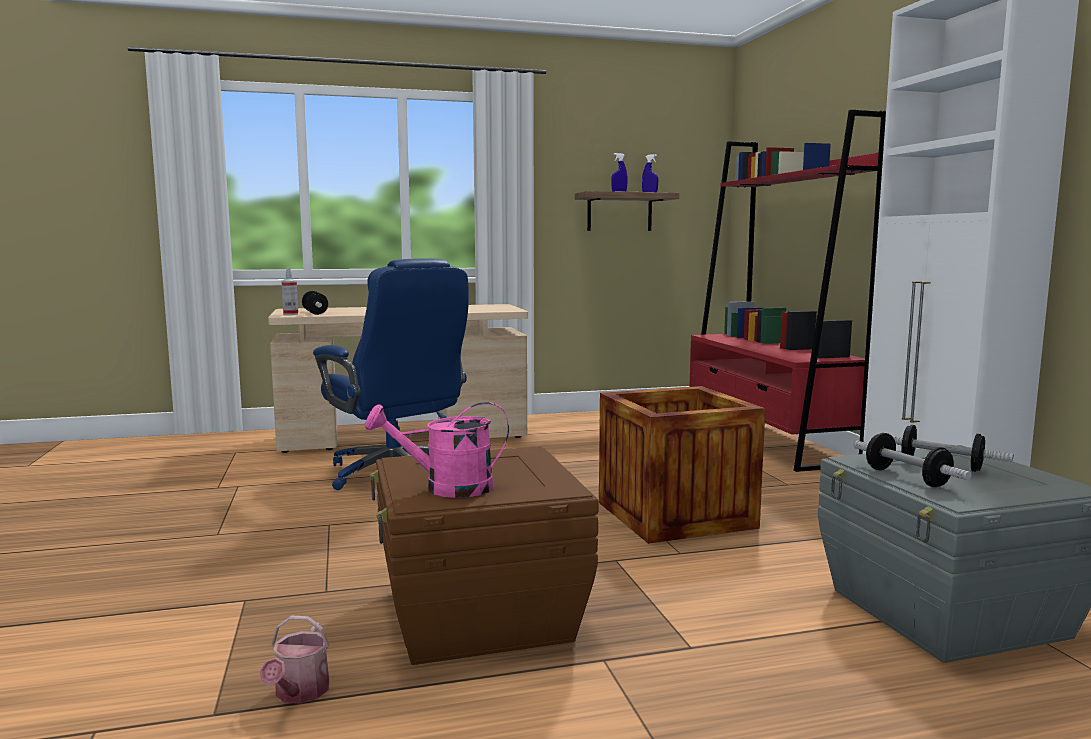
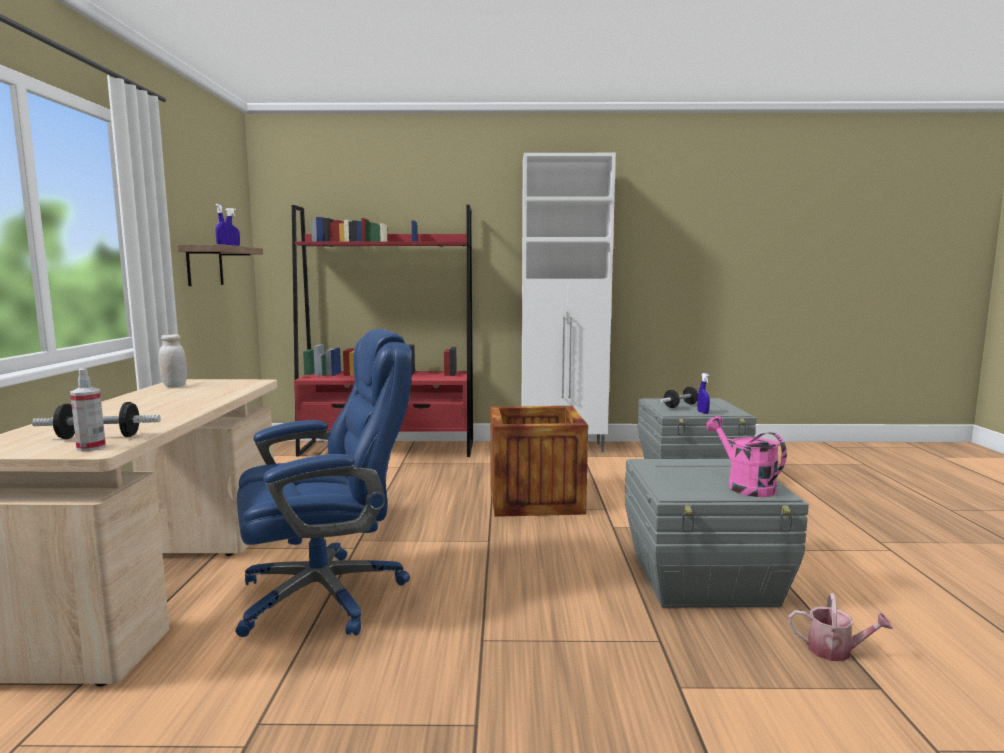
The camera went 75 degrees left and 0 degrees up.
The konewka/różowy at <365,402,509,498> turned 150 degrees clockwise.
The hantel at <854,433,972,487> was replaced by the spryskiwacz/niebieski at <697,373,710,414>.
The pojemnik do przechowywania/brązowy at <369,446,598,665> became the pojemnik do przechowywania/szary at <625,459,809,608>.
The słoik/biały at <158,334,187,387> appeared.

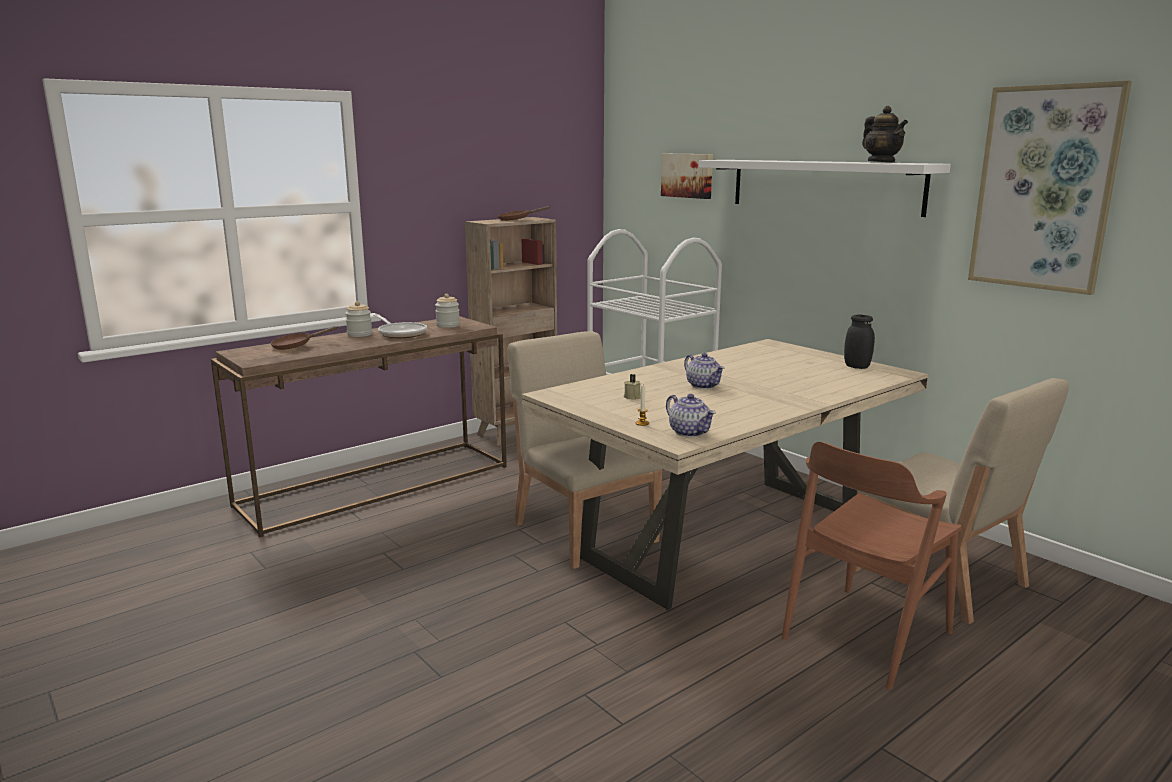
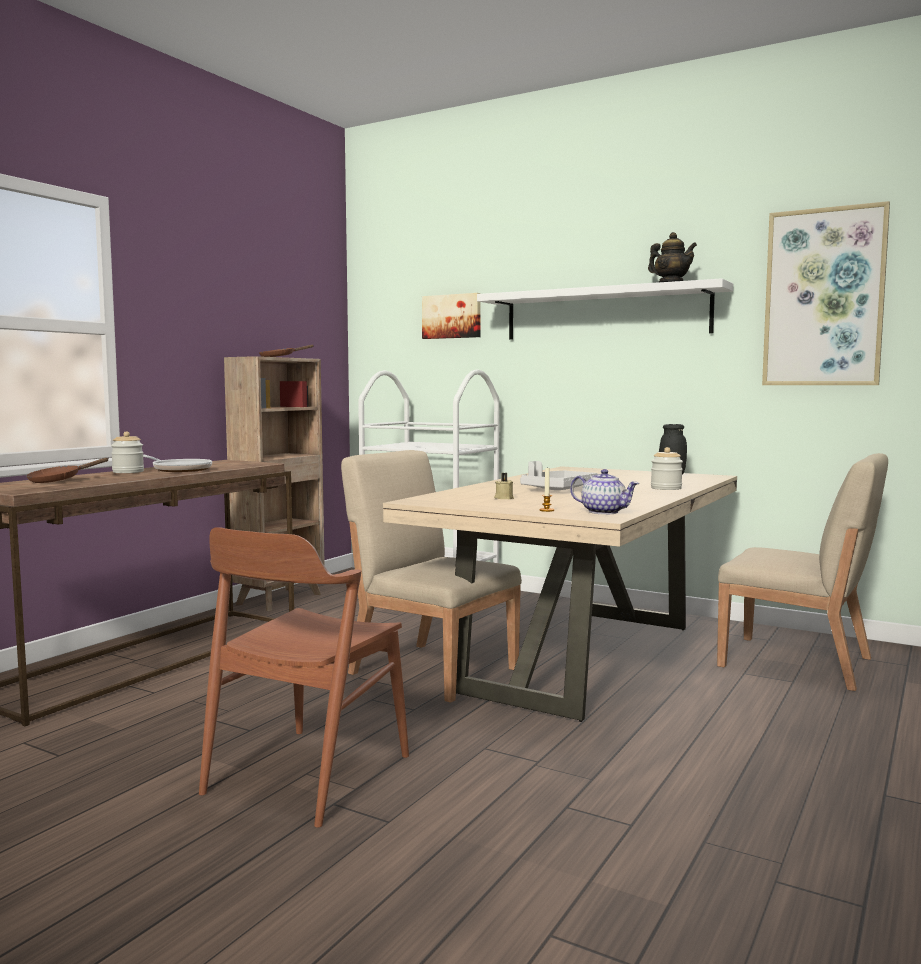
The camera went 20 degrees left and 10 degrees down.
The słoik moved from <435,294,460,328> to <651,447,683,490>.
The imbryk at <684,353,725,389> was replaced by the taca/szary at <520,461,597,490>.
The krzesło/brązowy moved from <782,442,962,690> to <199,527,409,827>.

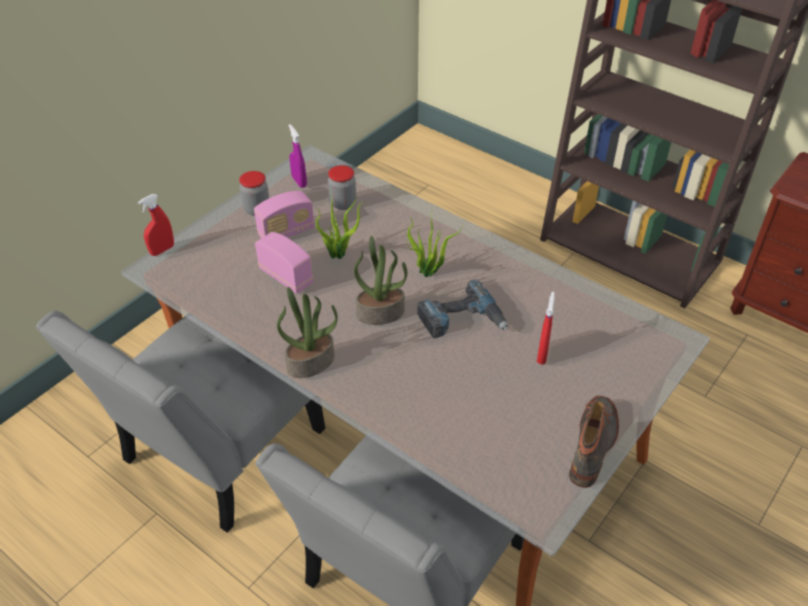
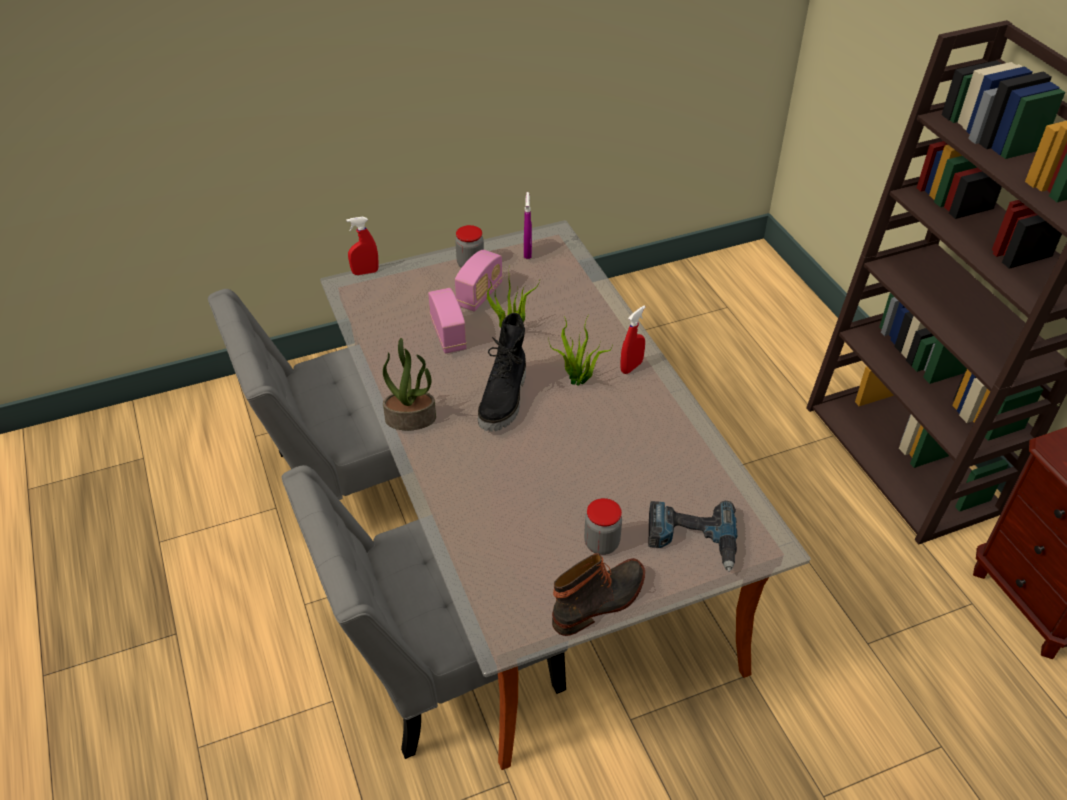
The camera went 30 degrees right and 0 degrees up.
The słoik moved from <328,165,356,210> to <584,498,622,555>.
The radio at <254,191,314,238> turned 60 degrees counterclockwise.
The roślina doniczkowa at <354,236,407,325> was replaced by the but z cholewką/czarny at <478,313,526,431>.
The wiertarka moved from <417,279,508,339> to <649,501,737,572>.
The spryskiwacz/czerwony moved from <537,292,555,364> to <620,306,645,374>.

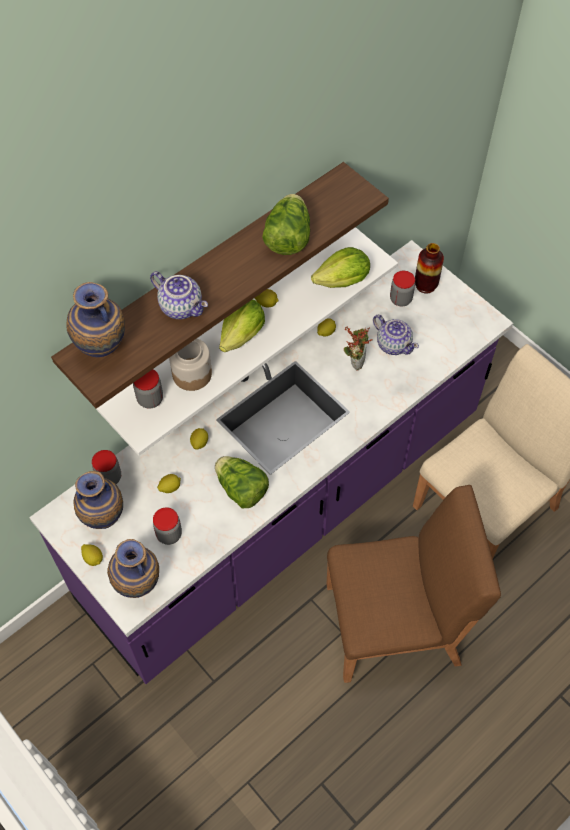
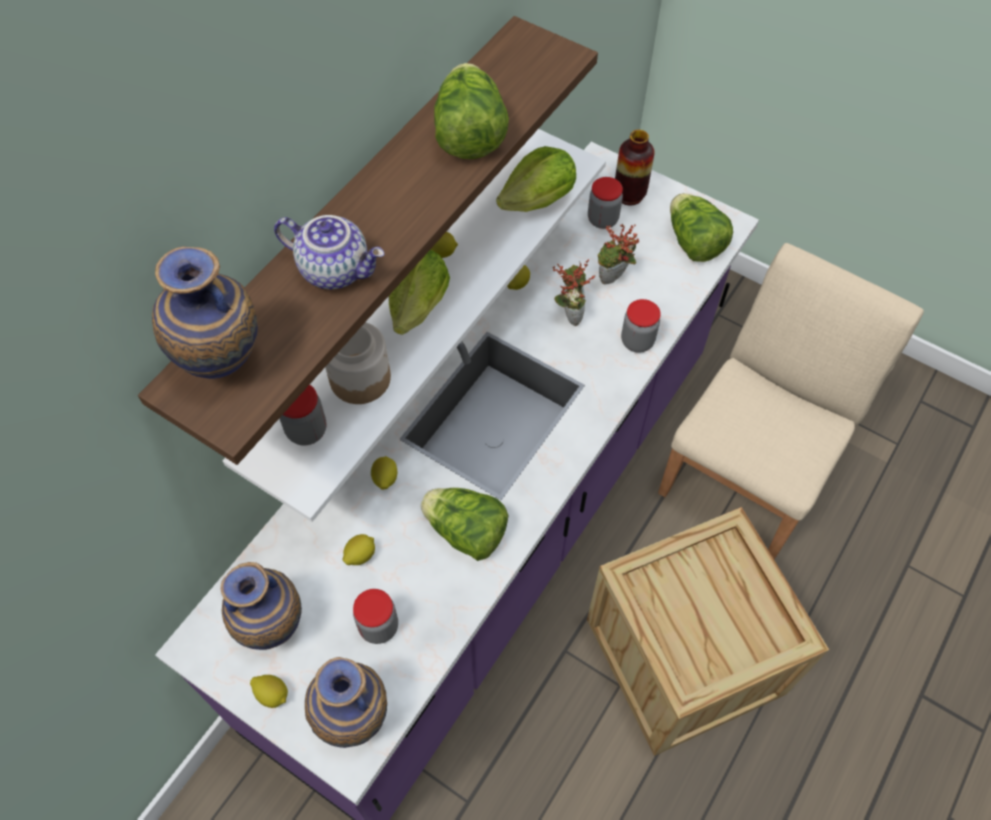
The camera went 15 degrees left and 0 degrees up.
The imbryk at <373,315,419,355> was replaced by the roślina doniczkowa at <598,224,639,285>.
The słoik moved from <92,450,121,484> to <621,299,661,353>.
The krzesło/brązowy at <326,485,501,683> was replaced by the skrzynka at <587,507,829,756>.
The sałata at <670,193,733,262> appeared.

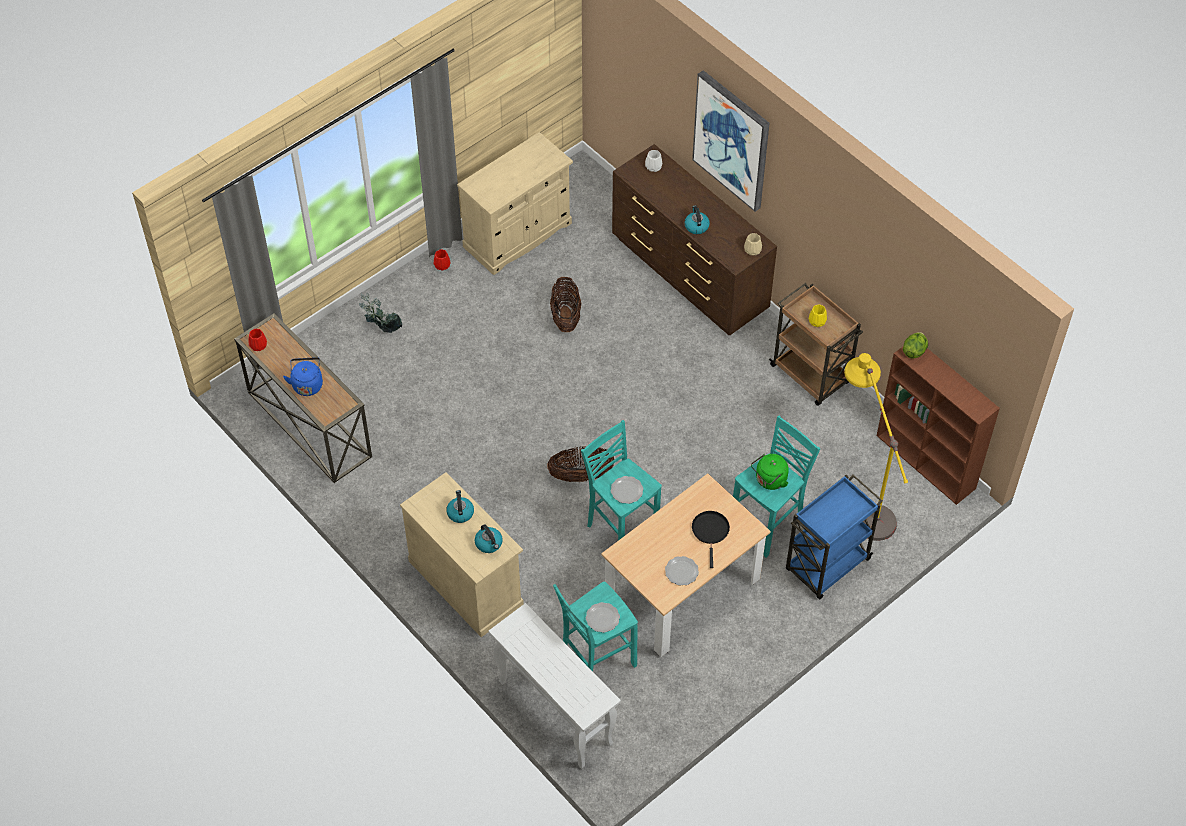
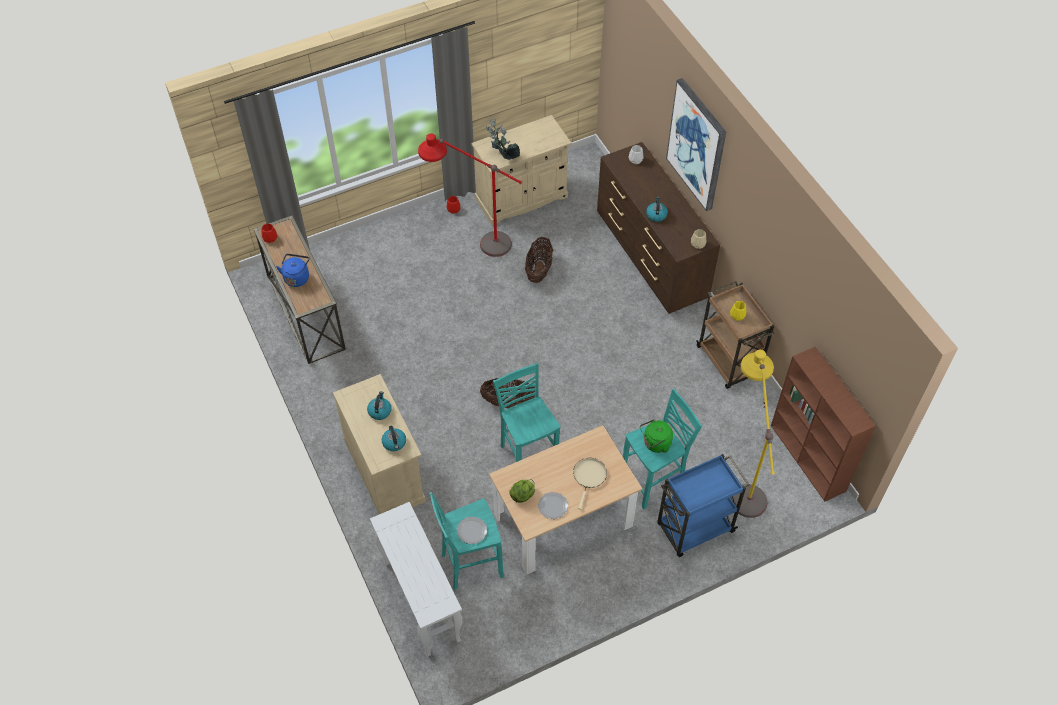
The camera went 15 degrees right and 0 degrees up.
The roślina doniczkowa moved from <359,293,402,333> to <486,118,520,160>.
The sałata moved from <903,332,928,359> to <509,479,535,503>.
The talerz at <611,476,643,504> disappeared.
The patelnia/czarny at <692,511,730,568> became the patelnia/beżowy at <573,458,607,510>.
The lampa stojąca/czerwony at <418,134,522,257> appeared.

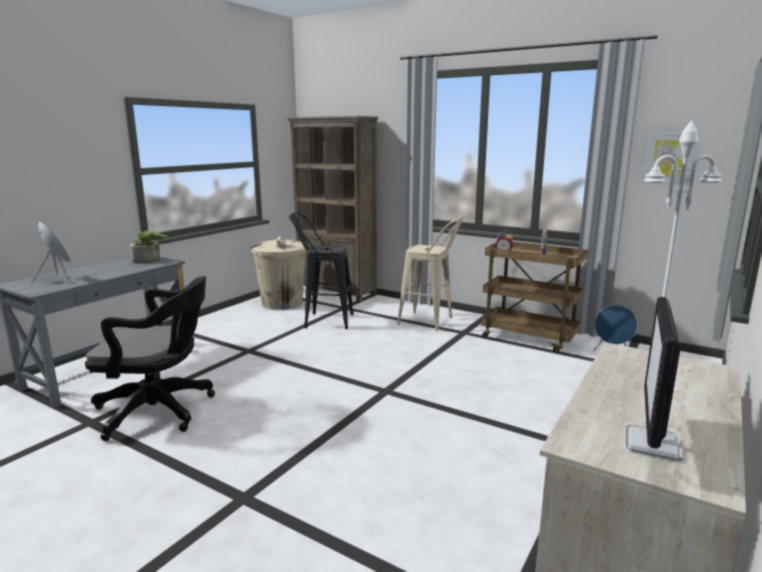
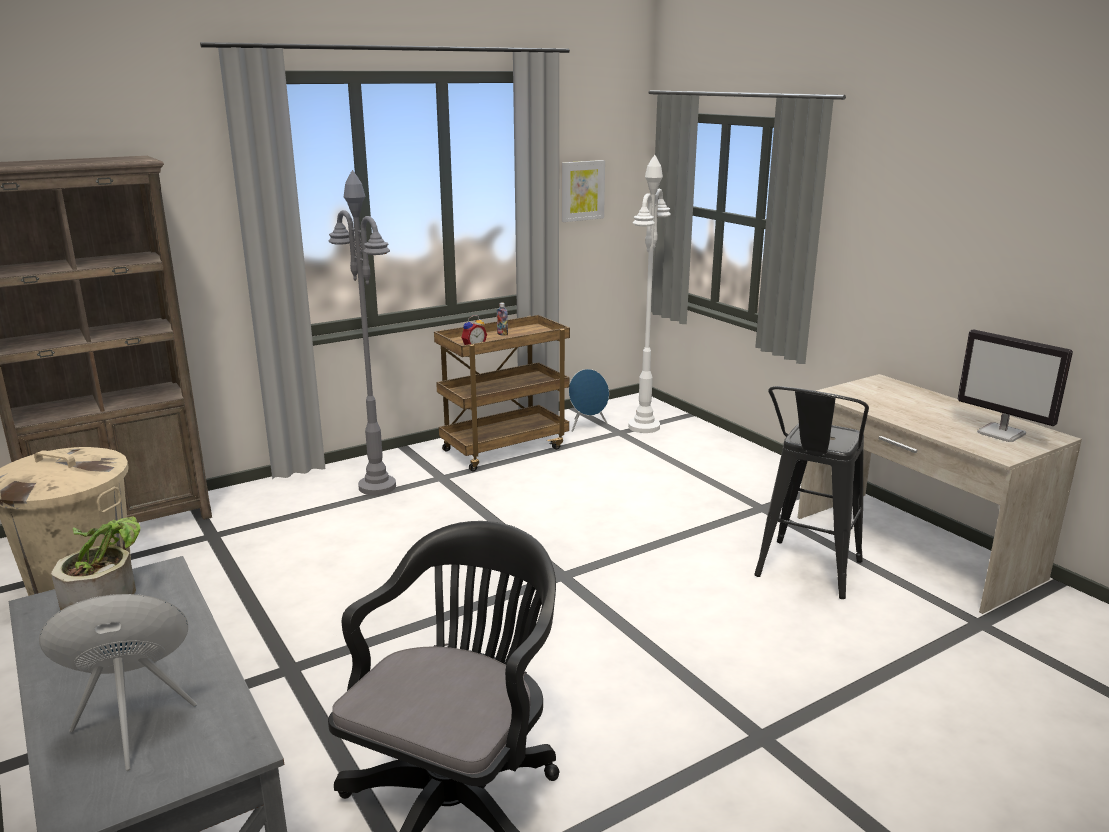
The camera went 65 degrees left and 5 degrees up.
The stołek/czarny moved from <289,213,353,329> to <754,386,869,599>.
The stołek/beżowy at <397,215,466,331> was replaced by the lampa stojąca/szary at <329,170,396,495>.

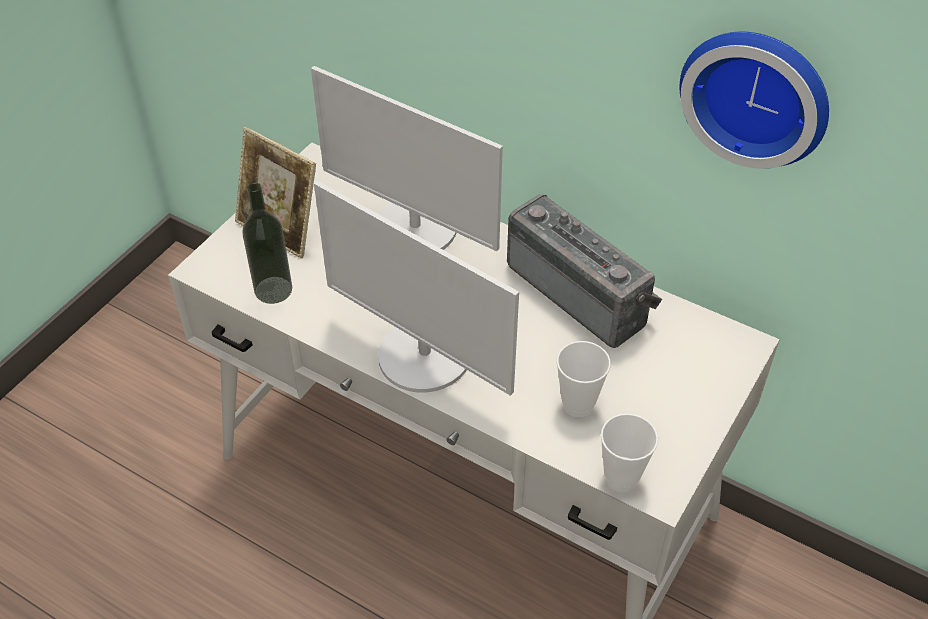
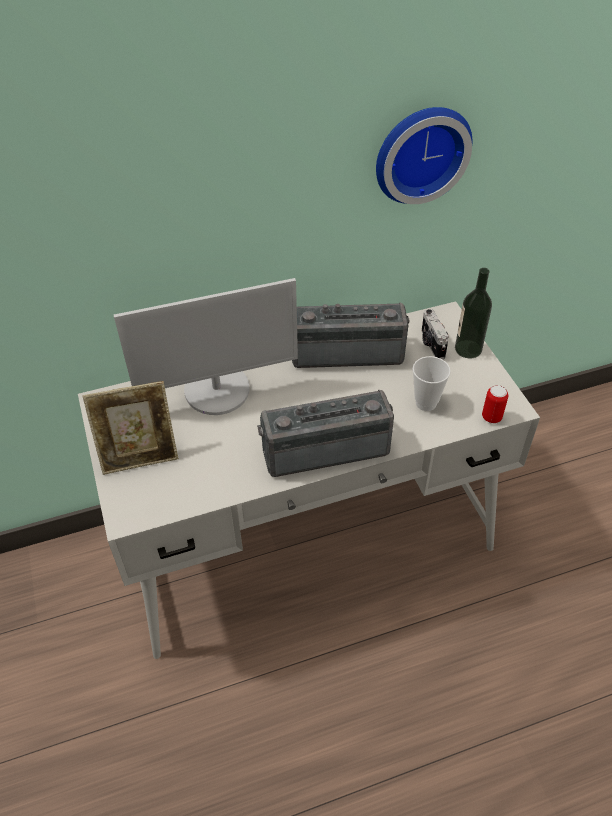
The camera went 50 degrees left and 0 degrees up.
The monitor at <314,181,519,396> was replaced by the radio at <257,390,394,477>.
The butelka moved from <242,183,292,304> to <455,268,492,358>.
The filiżanka at <601,414,658,492> was replaced by the puszka at <482,385,508,424>.
The aparat fotograficzny at <421,309,448,359> appeared.

